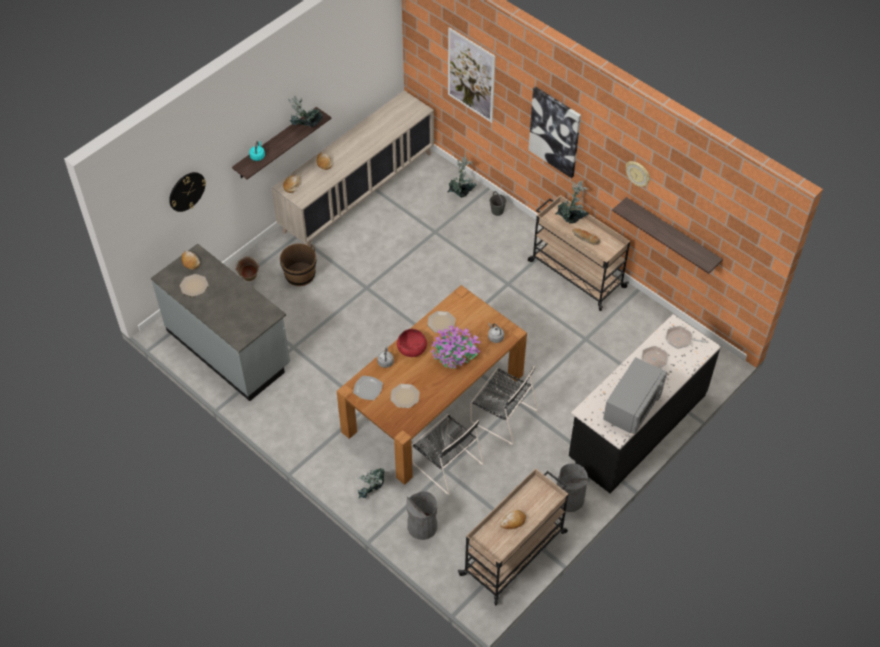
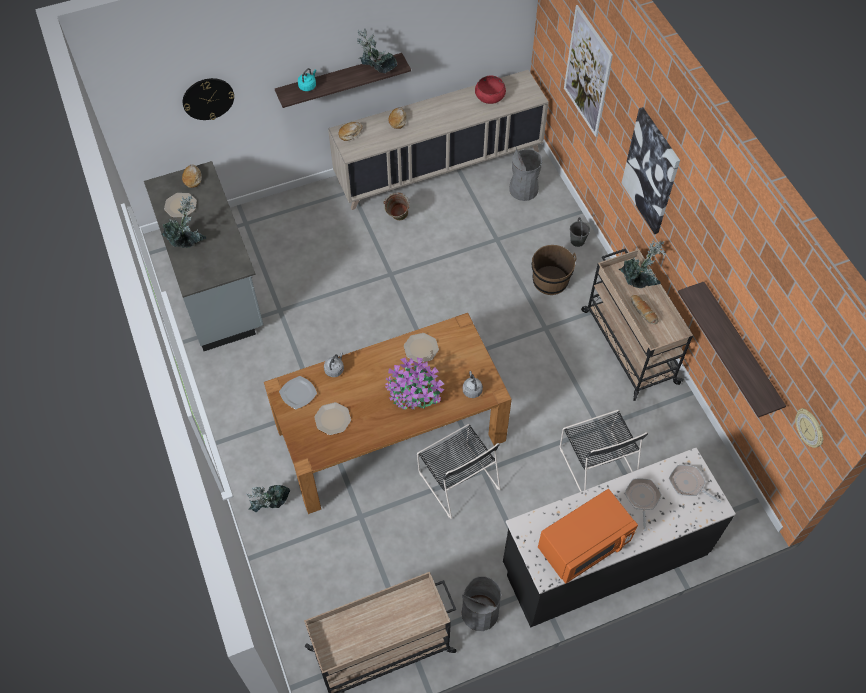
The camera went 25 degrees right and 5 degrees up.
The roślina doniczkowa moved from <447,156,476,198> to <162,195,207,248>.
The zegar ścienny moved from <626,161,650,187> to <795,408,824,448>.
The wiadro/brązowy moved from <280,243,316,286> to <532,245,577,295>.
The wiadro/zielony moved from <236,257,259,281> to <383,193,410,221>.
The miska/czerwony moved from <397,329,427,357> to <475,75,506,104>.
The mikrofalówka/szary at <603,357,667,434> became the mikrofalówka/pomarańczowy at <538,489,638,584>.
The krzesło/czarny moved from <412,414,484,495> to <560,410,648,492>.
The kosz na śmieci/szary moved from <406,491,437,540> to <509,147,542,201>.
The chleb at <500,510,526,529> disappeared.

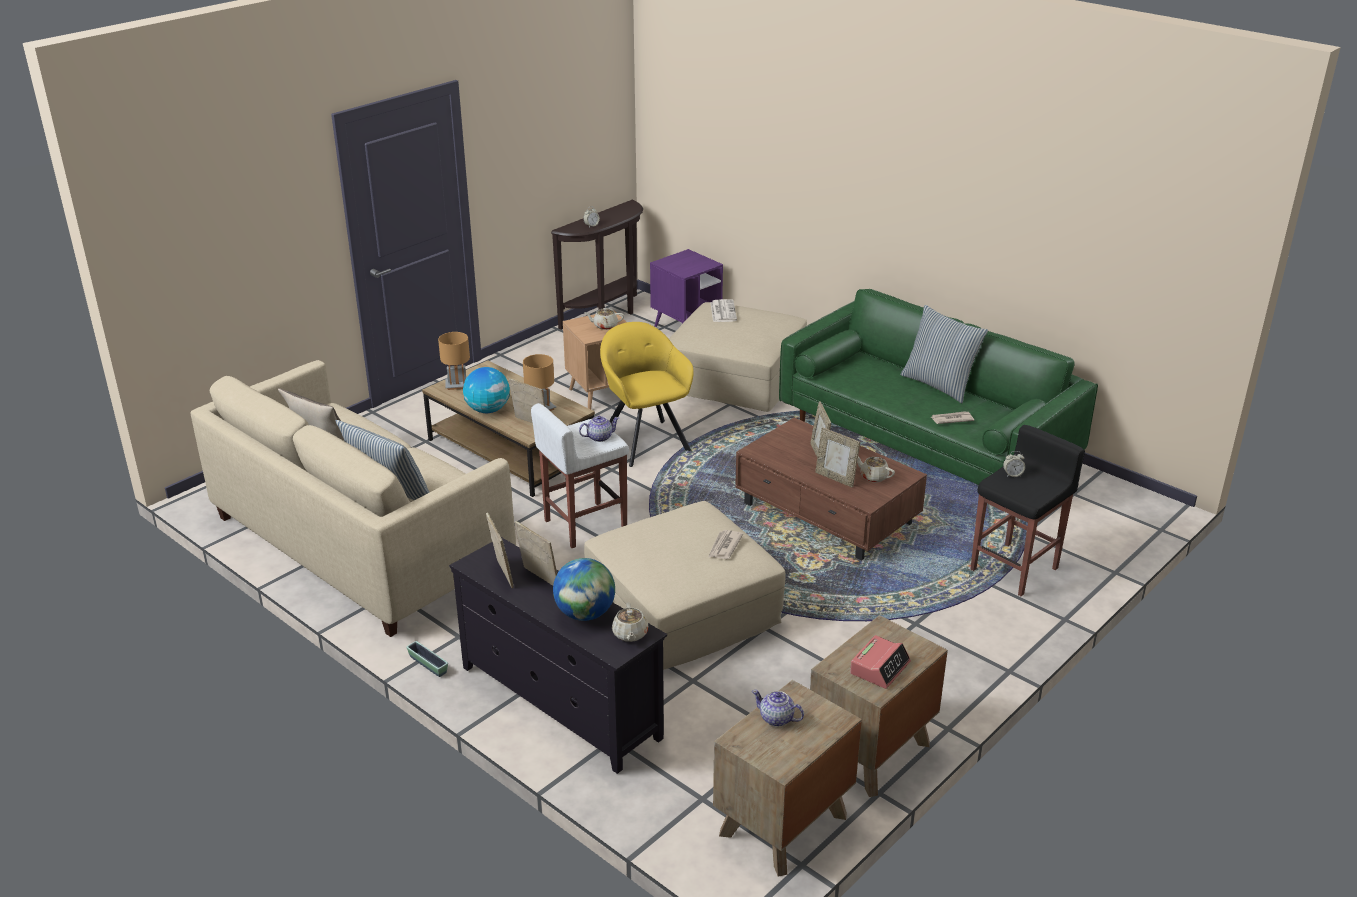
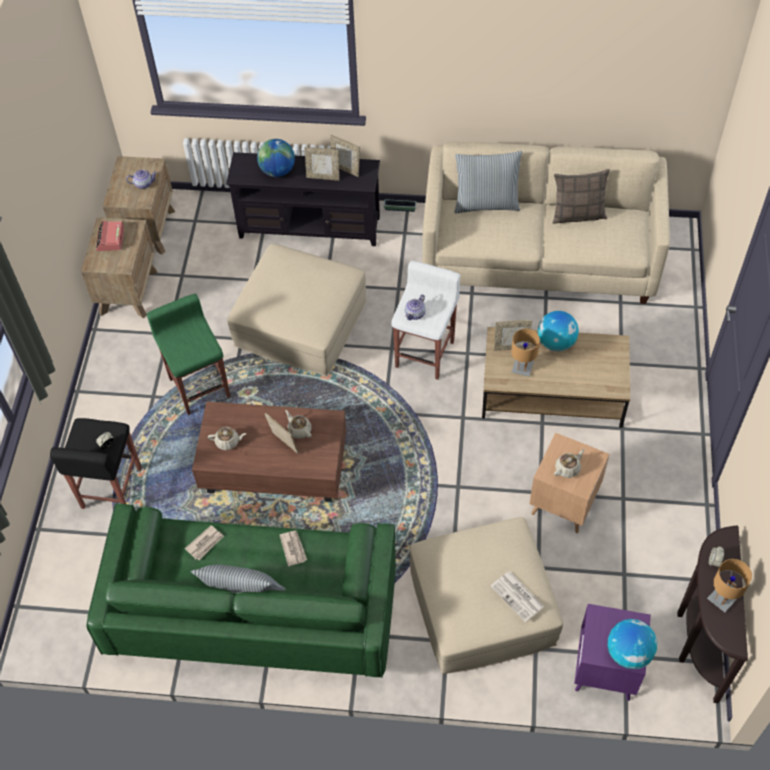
The camera went 145 degrees right and 25 degrees up.
The fotel/żółty at <600,322,694,467> disappeared.
The lampa stołowa/brązowy moved from <438,332,470,390> to <707,559,752,612>.
The ramka na zdjęcie at <815,427,860,488> disappeared.
The gazeta moved from <708,530,743,559> to <280,531,307,566>.
The imbryk/beżowy moved from <612,602,648,642> to <285,410,312,439>.
The stołek/zielony at <147,294,230,415> appeared.
The globus at <607,619,657,669> appeared.

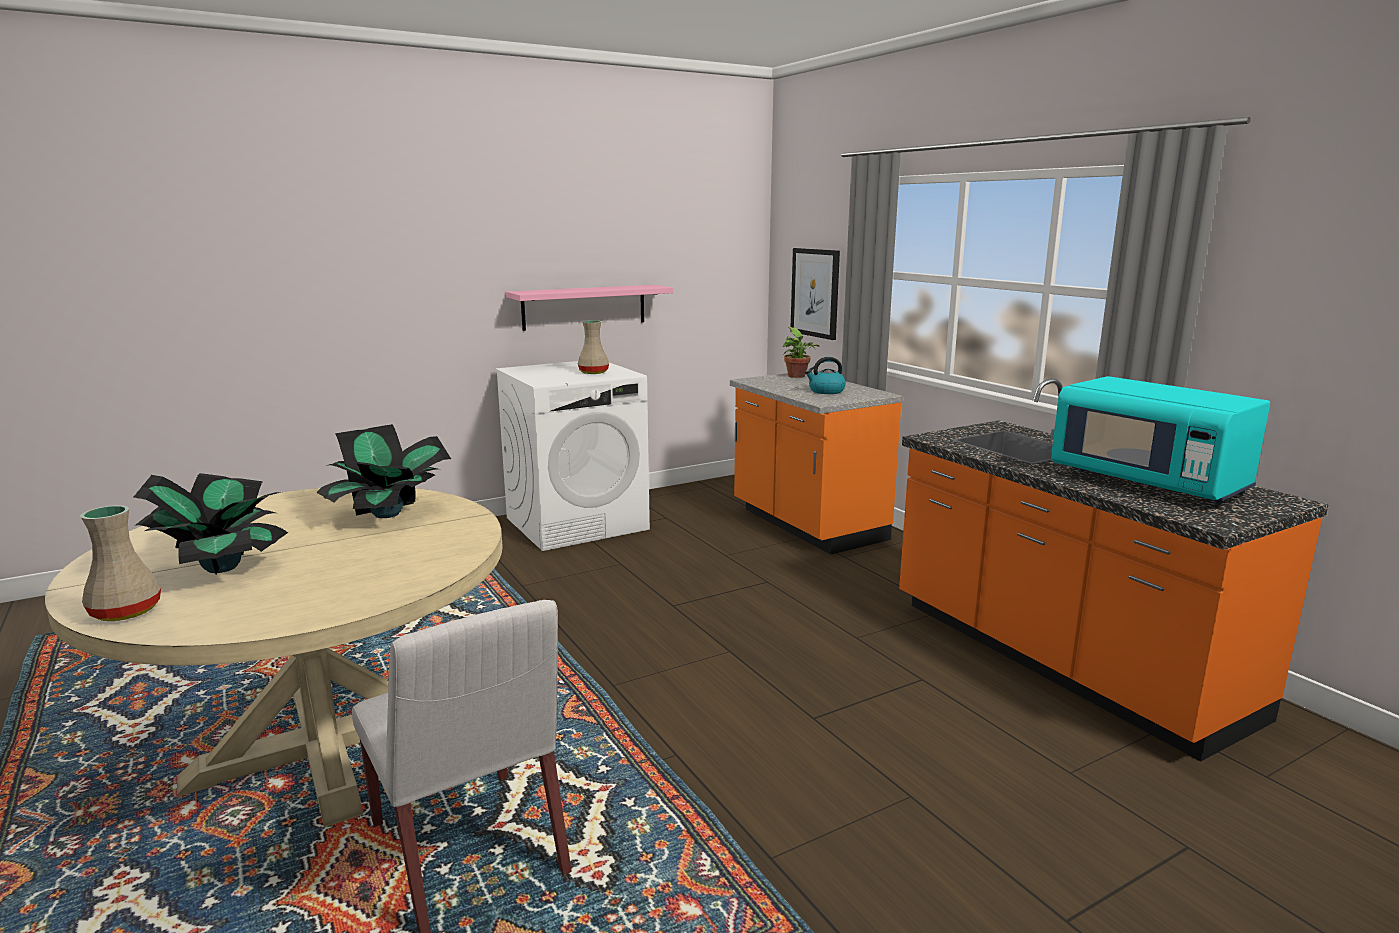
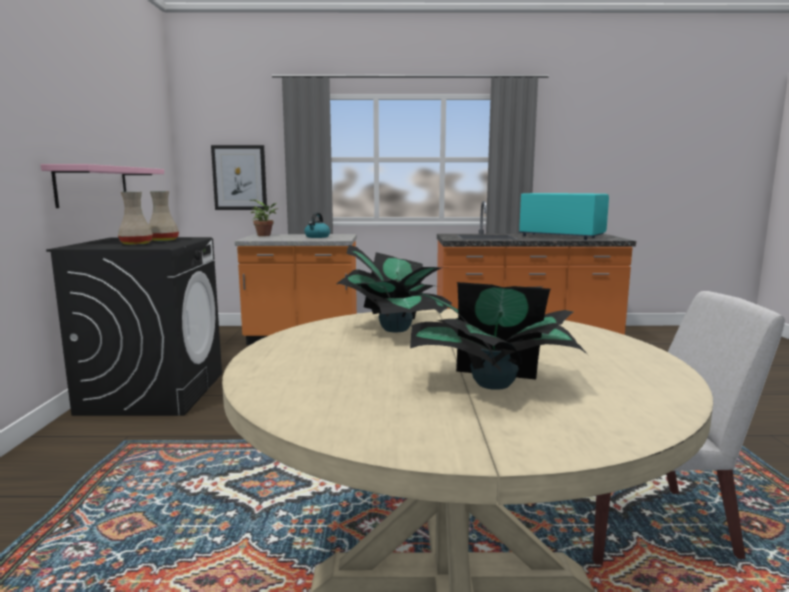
The camera went 60 degrees left and 5 degrees down.
The pralka/biały at <495,361,650,551> became the pralka/czarny at <46,237,222,416>.
The mikrofalówka/turkusowy at <1051,376,1270,504> turned 135 degrees counterclockwise.
The wazon/beżowy moved from <80,505,161,621> to <118,192,153,245>.

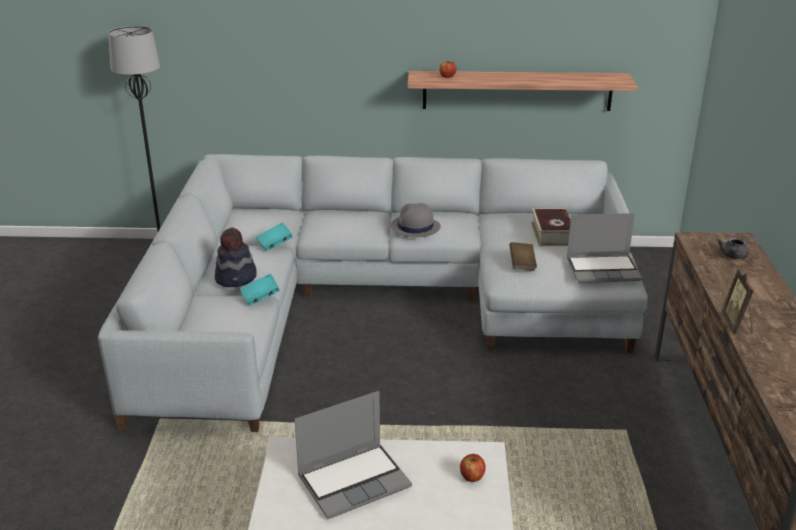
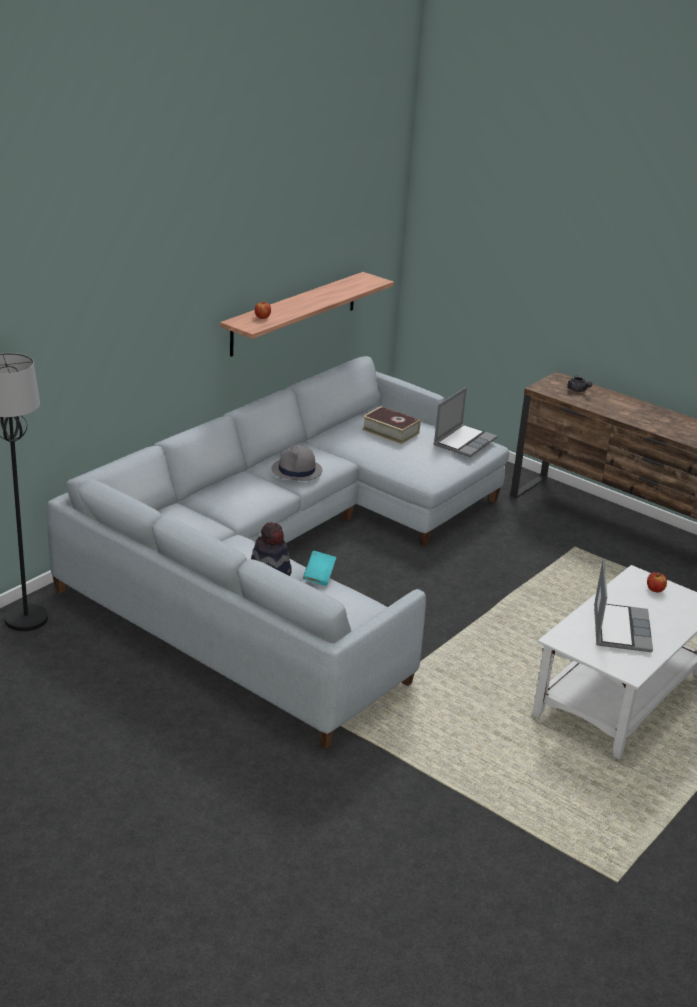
The camera went 55 degrees left and 0 degrees up.
The książka/turkusowy at <256,222,293,251> disappeared.
The książka/brązowy at <509,242,537,271> disappeared.
The ramka na zdjęcie at <721,269,754,334> disappeared.

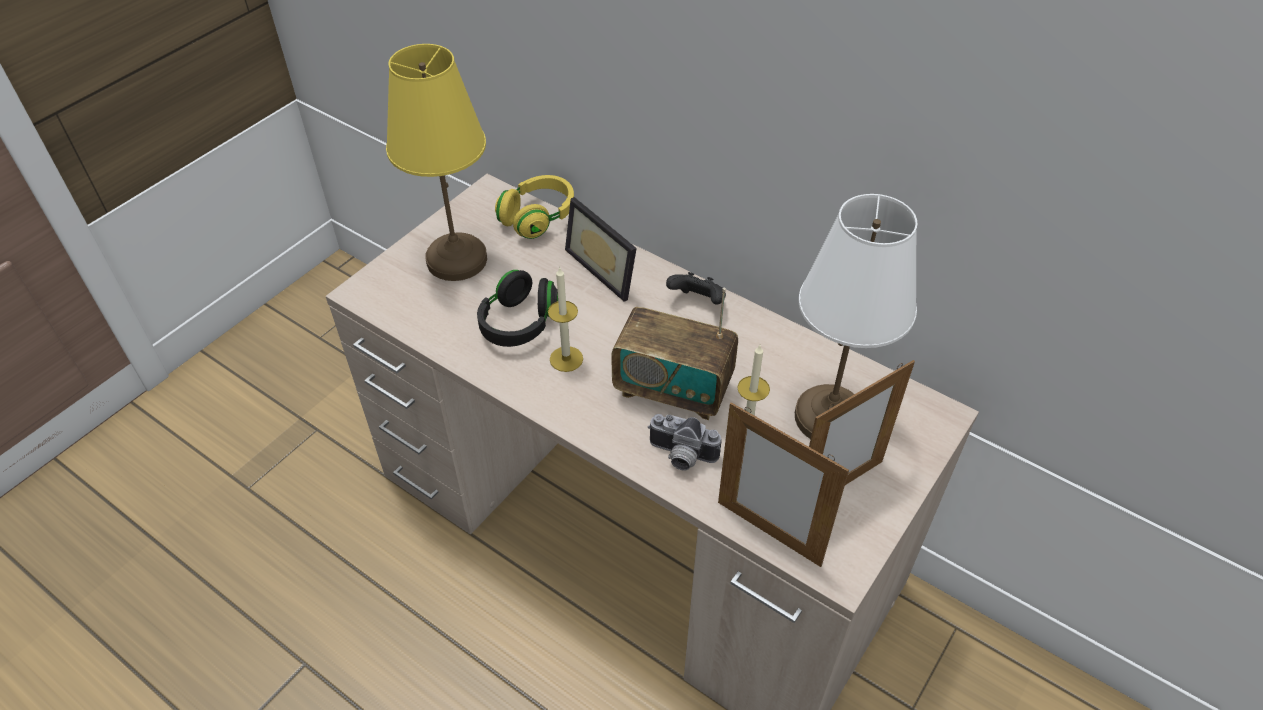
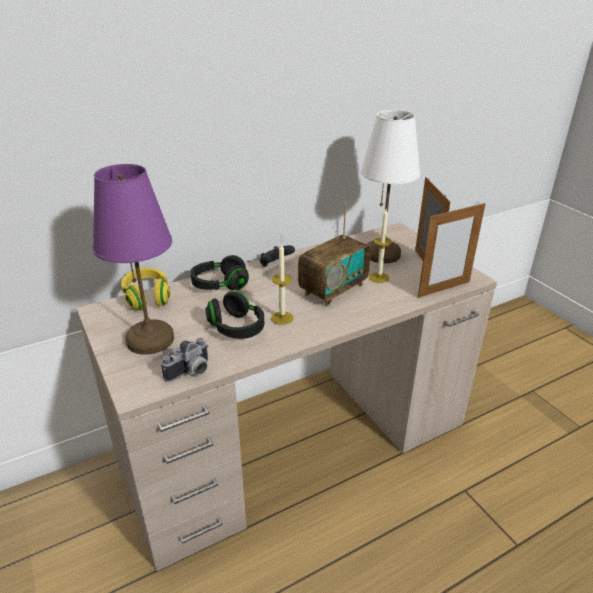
The camera went 65 degrees left and 15 degrees down.
The lampa stołowa/żółty at <386,44,487,281> became the lampa stołowa/fioletowy at <92,164,174,355>.
The ramka na zdjęcie at <565,197,637,302> was replaced by the słuchawki/czarny at <190,255,249,290>.
The aparat fotograficzny moved from <648,414,722,471> to <161,338,209,382>.

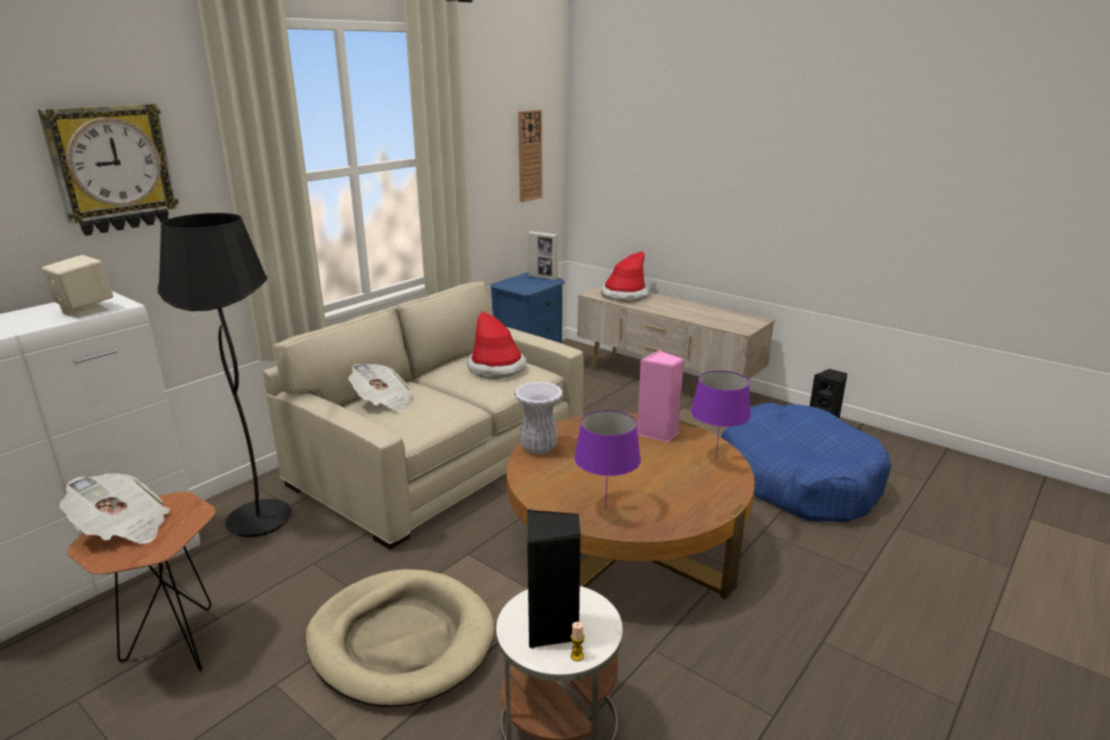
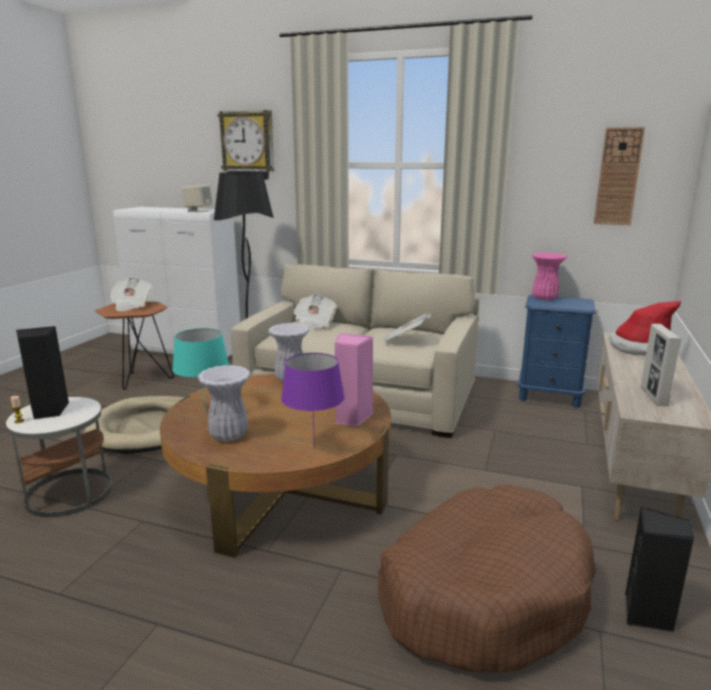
The camera went 70 degrees right and 5 degrees down.
The ramka na zdjęcie moved from <528,231,558,280> to <641,324,681,406>.
The kapelusz at <467,311,526,380> was replaced by the gazeta at <382,314,431,341>.
The legowisko/niebieski at <721,403,892,522> became the legowisko/brązowy at <378,484,596,673>.
The lampa stołowa/fioletowy at <574,410,641,509> became the lampa stołowa/turkusowy at <172,328,229,413>.
The wazon/różowy at <532,252,567,300> appeared.
The wazon/biały at <198,365,250,441> appeared.

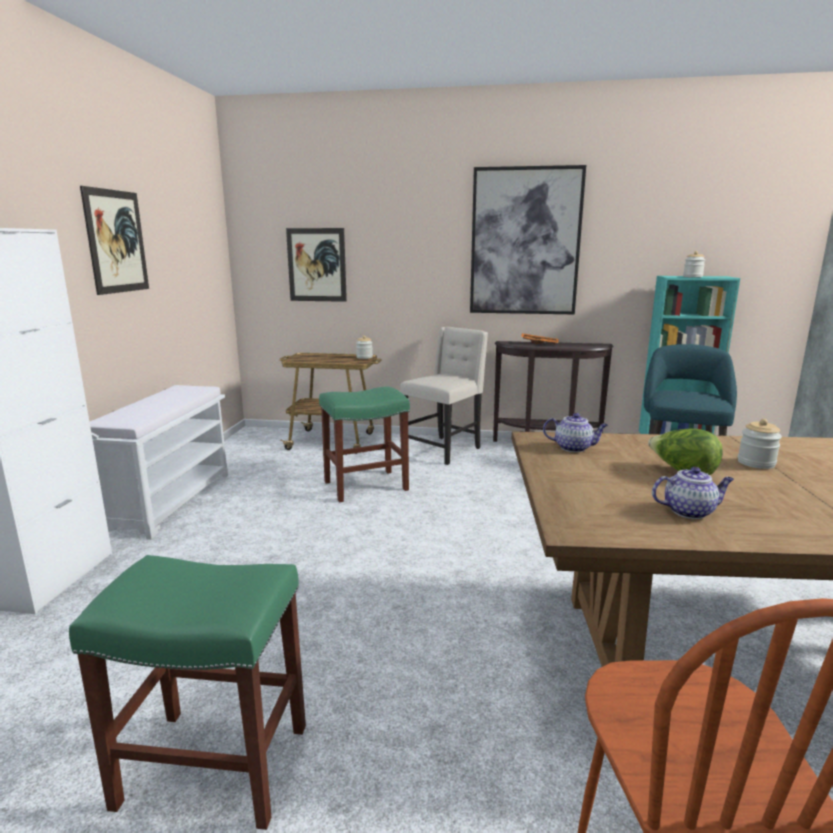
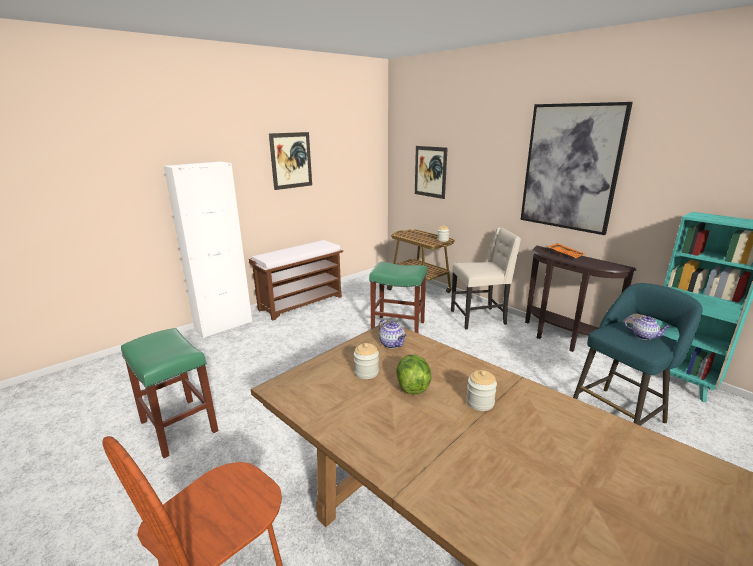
The camera went 40 degrees right and 5 degrees up.
The słoik moved from <683,251,705,277> to <354,343,379,379>.
The ławka/biały at <90,385,228,539> became the ławka/brązowy at <249,240,343,321>.
The imbryk moved from <652,467,734,519> to <624,316,670,340>.

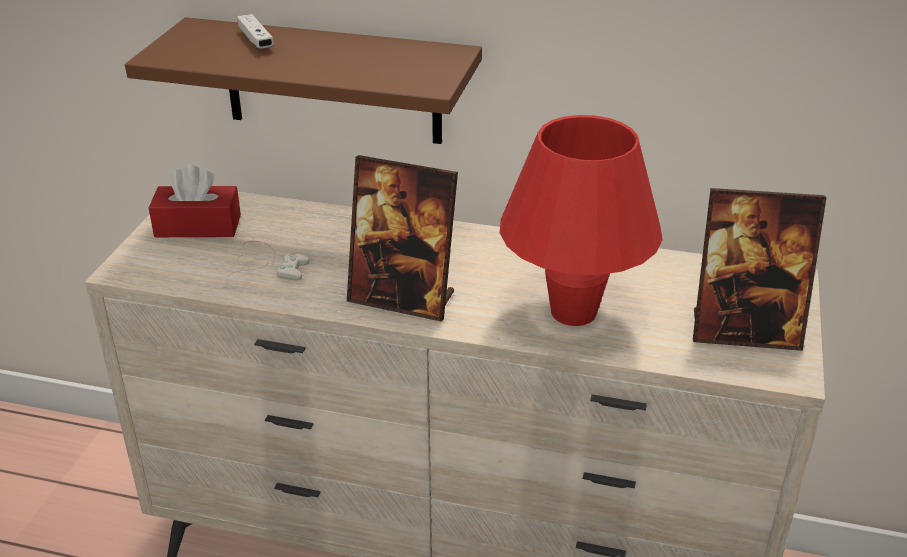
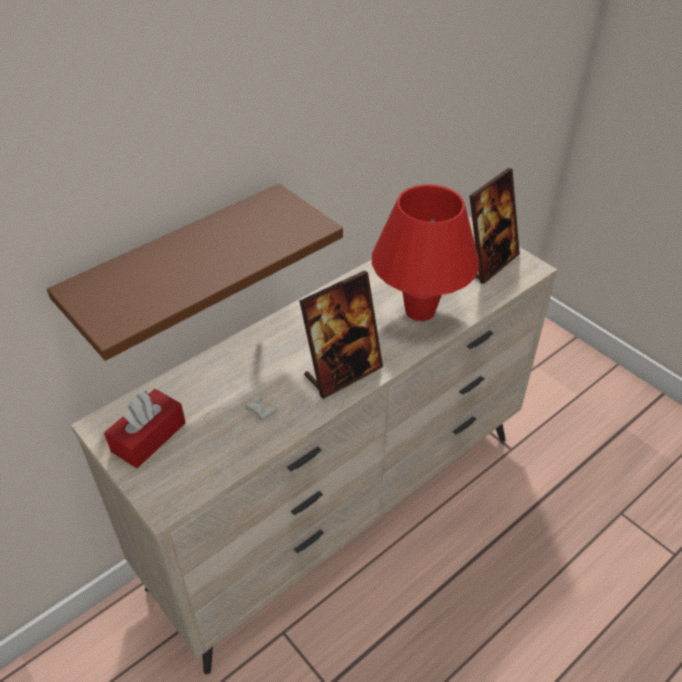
The camera went 55 degrees left and 10 degrees up.
The pad do gier/biały at <237,14,274,48> disappeared.

